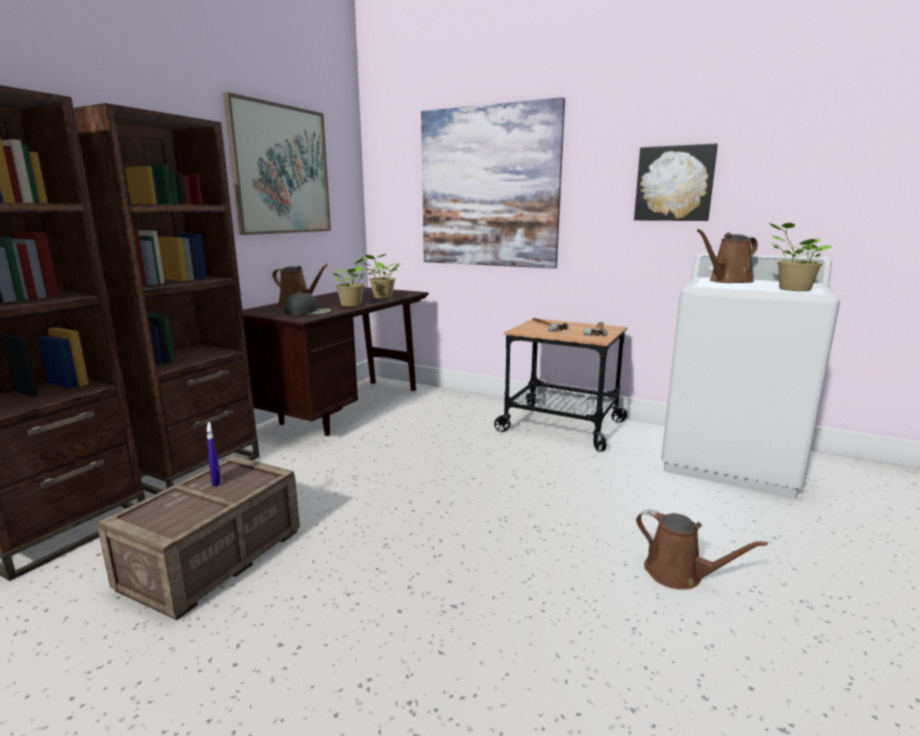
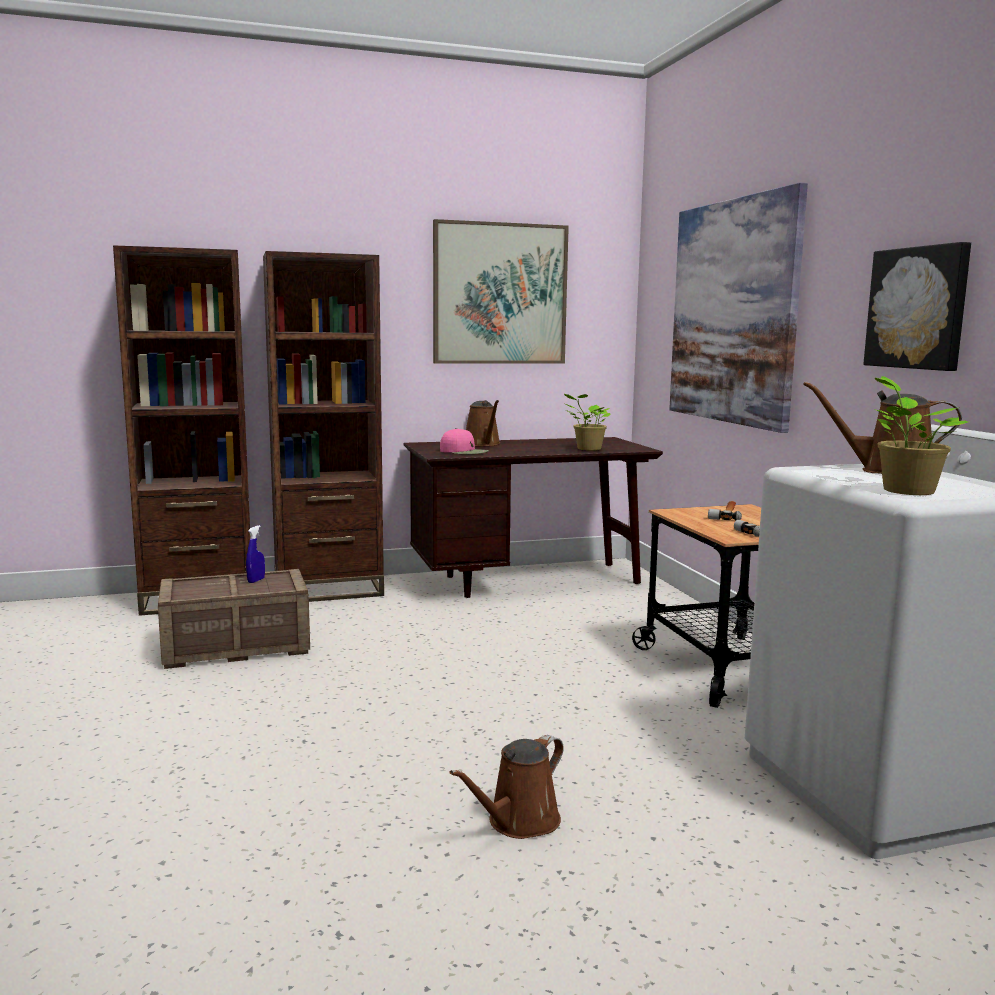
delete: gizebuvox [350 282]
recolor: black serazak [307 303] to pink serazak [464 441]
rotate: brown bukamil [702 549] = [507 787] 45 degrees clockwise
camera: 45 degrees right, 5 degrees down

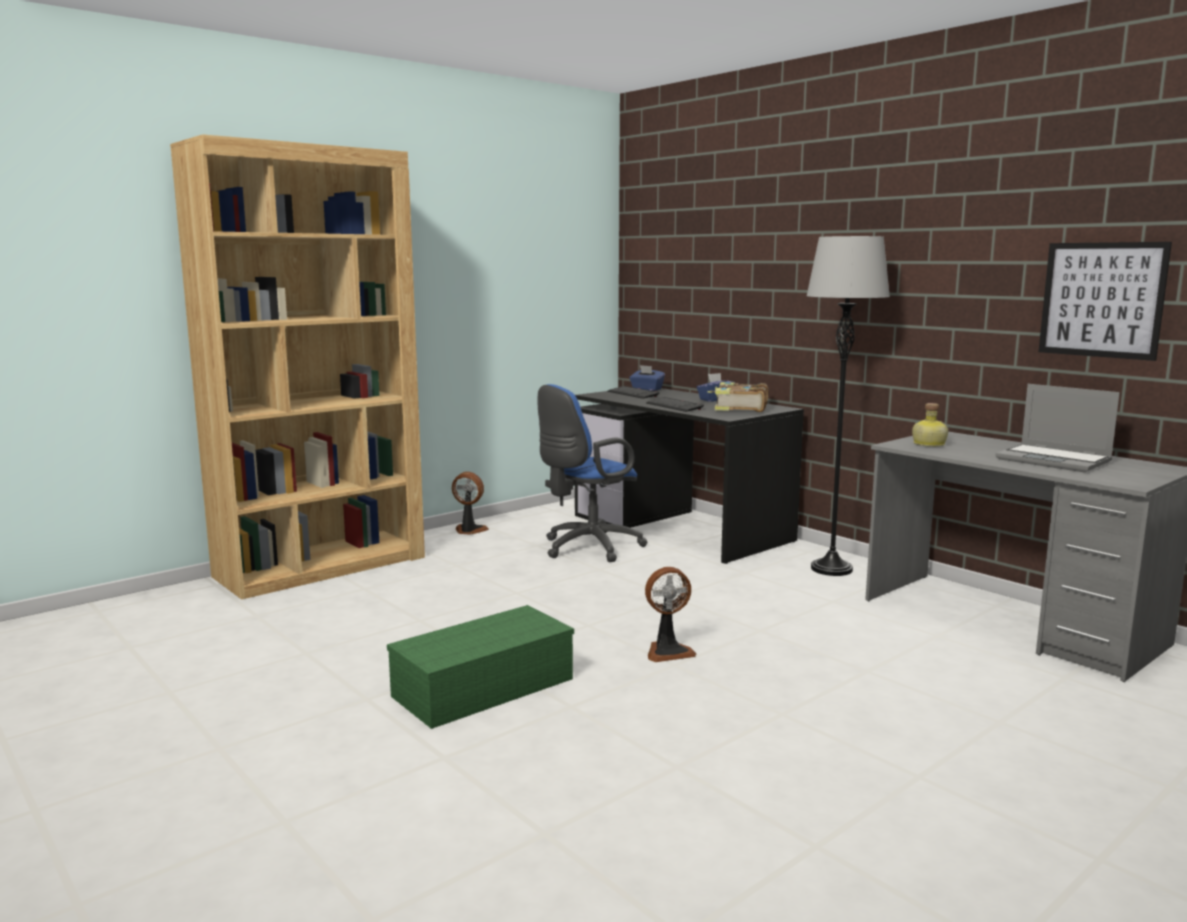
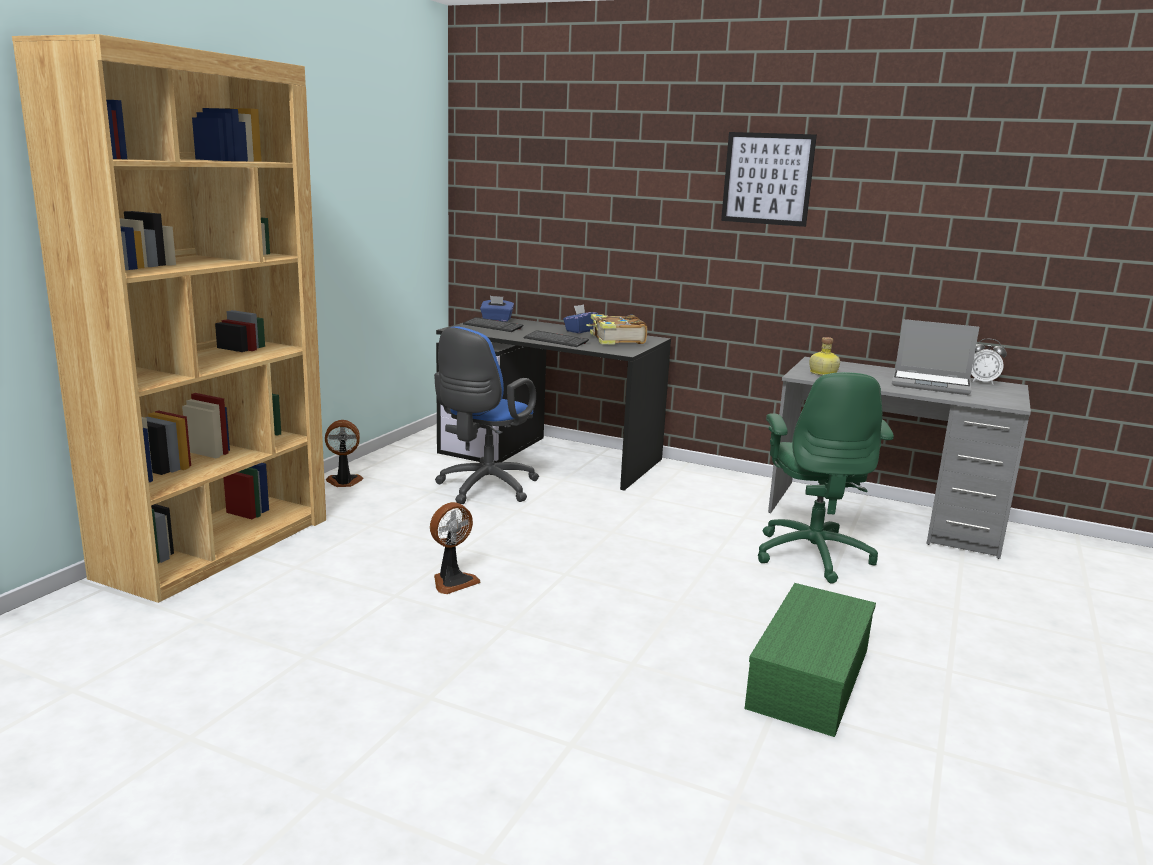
delete: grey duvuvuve [848 406]
insert: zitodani [989 362]; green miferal [826 478]
move: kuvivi [1105 301] to [769 179]; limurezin [670 614] to [455 548]; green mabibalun [480 667] to [810 660]
camera: 25 degrees left, 5 degrees up

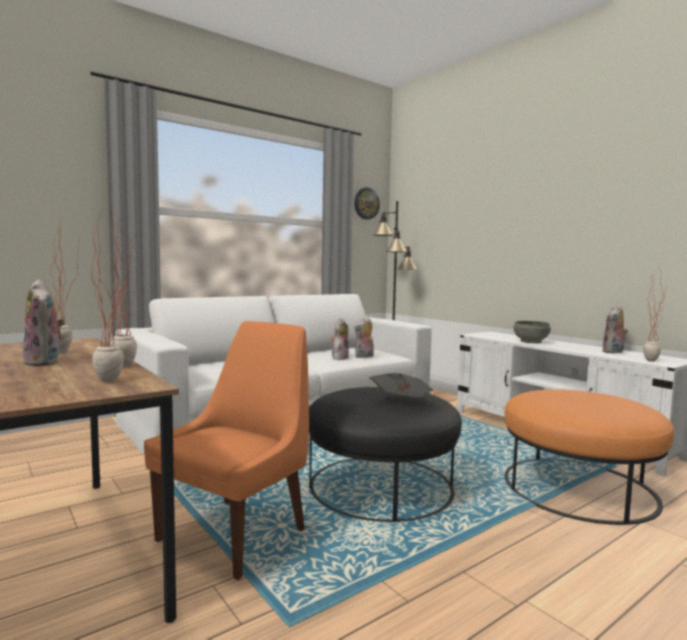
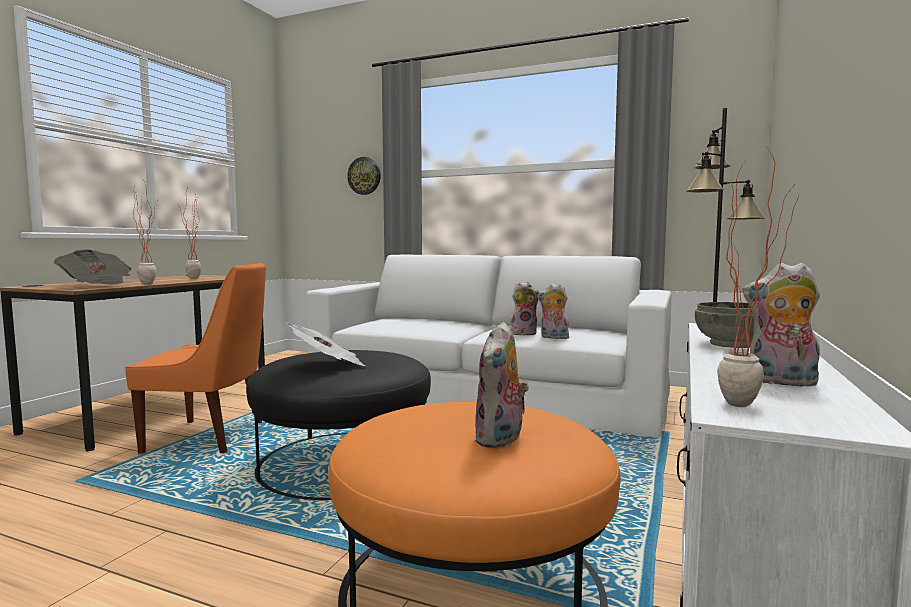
move: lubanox [367 204] to [364 176]; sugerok [44 322] to [501 385]
replace: gizebuvox [114 292] to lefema [92 267]
camera: 60 degrees right, 0 degrees up

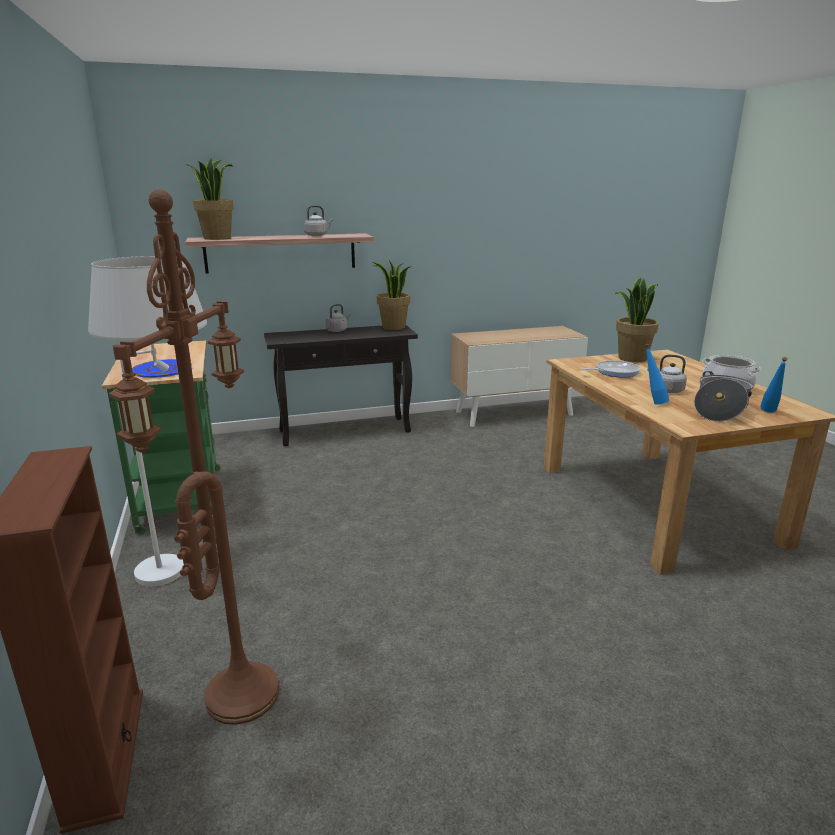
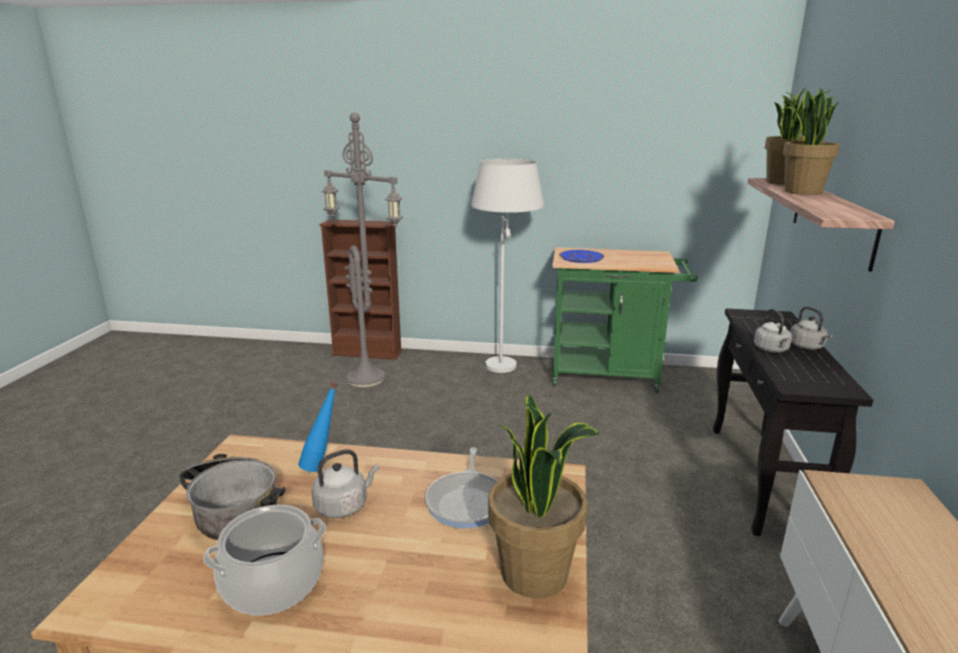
delete: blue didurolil [774 385]
move: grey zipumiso [318 220] to [773 331]; gizebuvox [392 295] to [811 141]
recolor: brown duvuvuve [194 457] to grey duvuvuve [362 250]
camera: 115 degrees right, 0 degrees up

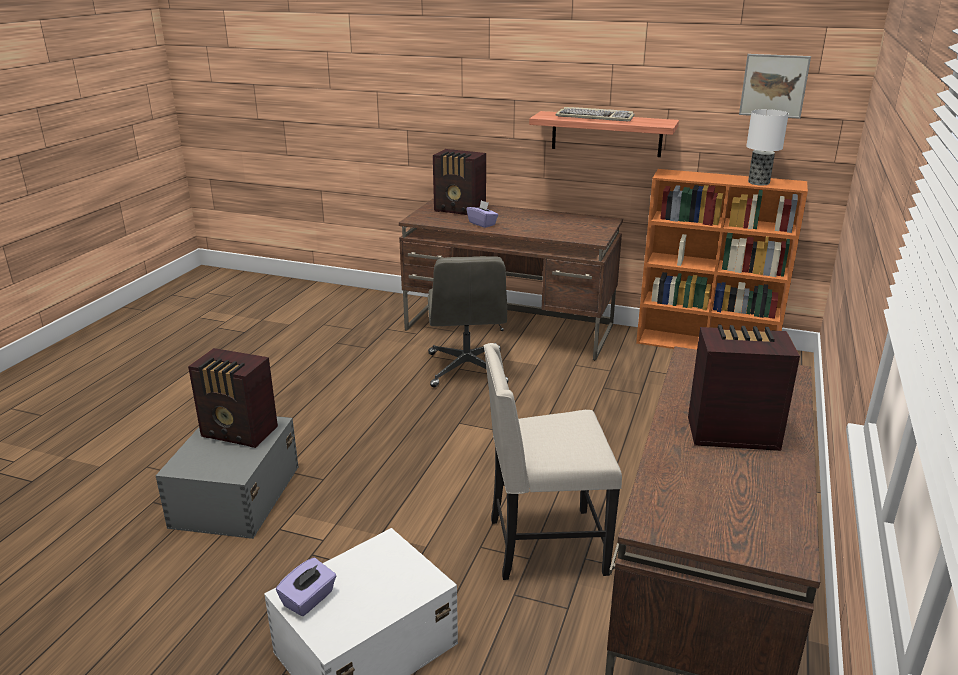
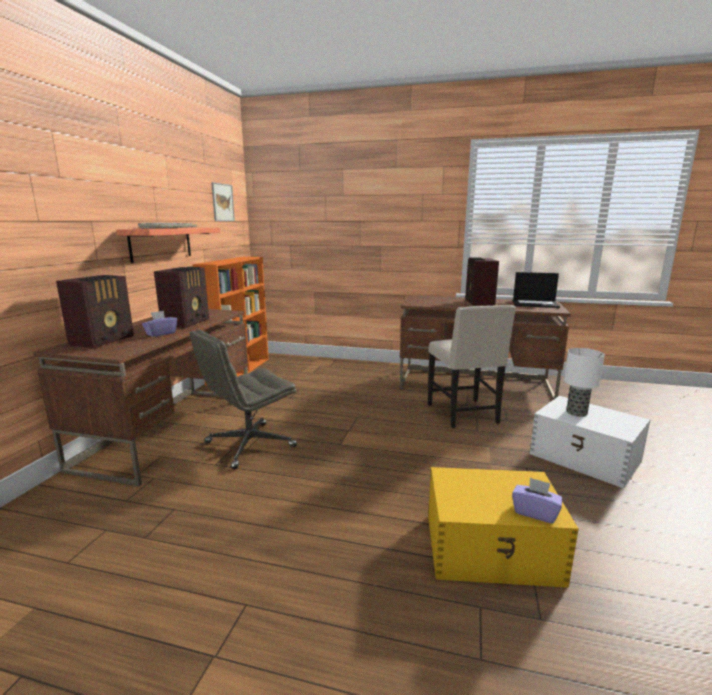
insert: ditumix [536 290]
move: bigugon [767 147] to [584 382]; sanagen [233 398] to [181 298]; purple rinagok [306 586] to [537 500]
recolor: grey mabibalun [227 477] to yellow mabibalun [503 527]
rotate: grey miferal [468 322] = [243 399] 150 degrees clockwise
camera: 95 degrees left, 10 degrees down

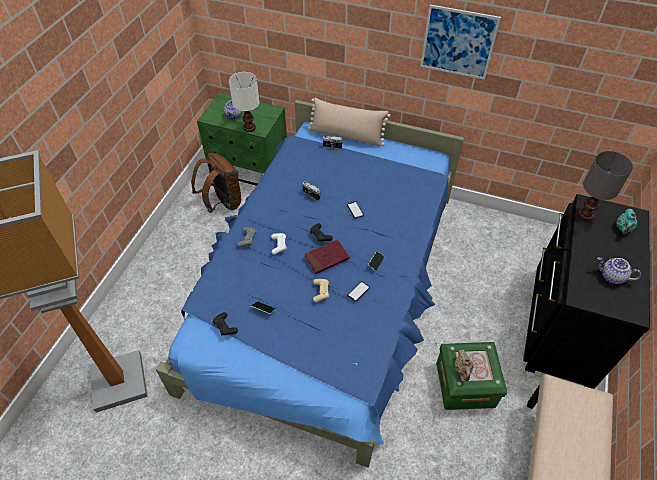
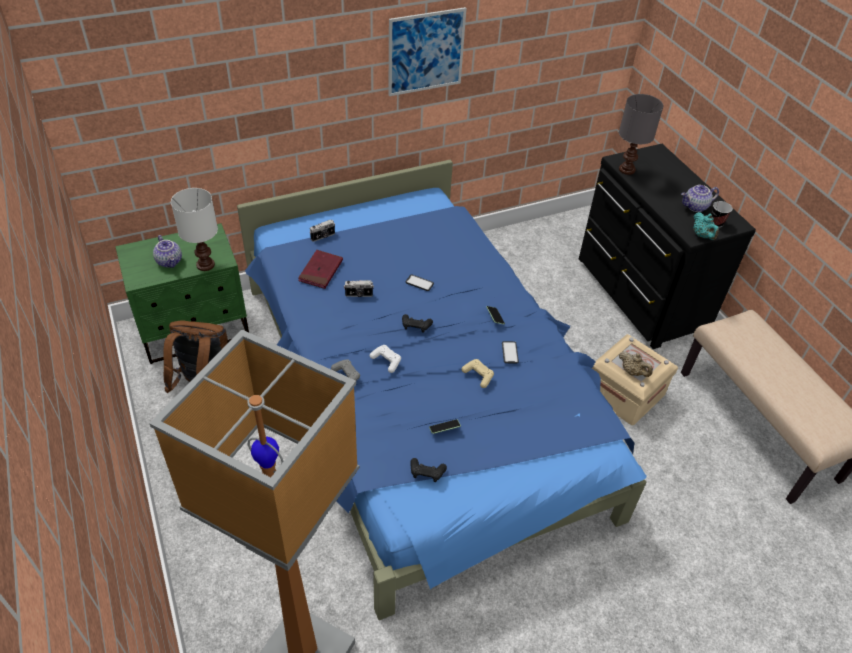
delete: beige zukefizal [349 122]
insert: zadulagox [722 214]
move: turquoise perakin [626 221] to [706 226]; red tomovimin [327 256] to [320 269]
recolor: green mabibalun [471 376] to beige mabibalun [635 379]
camera: 45 degrees left, 5 degrees down

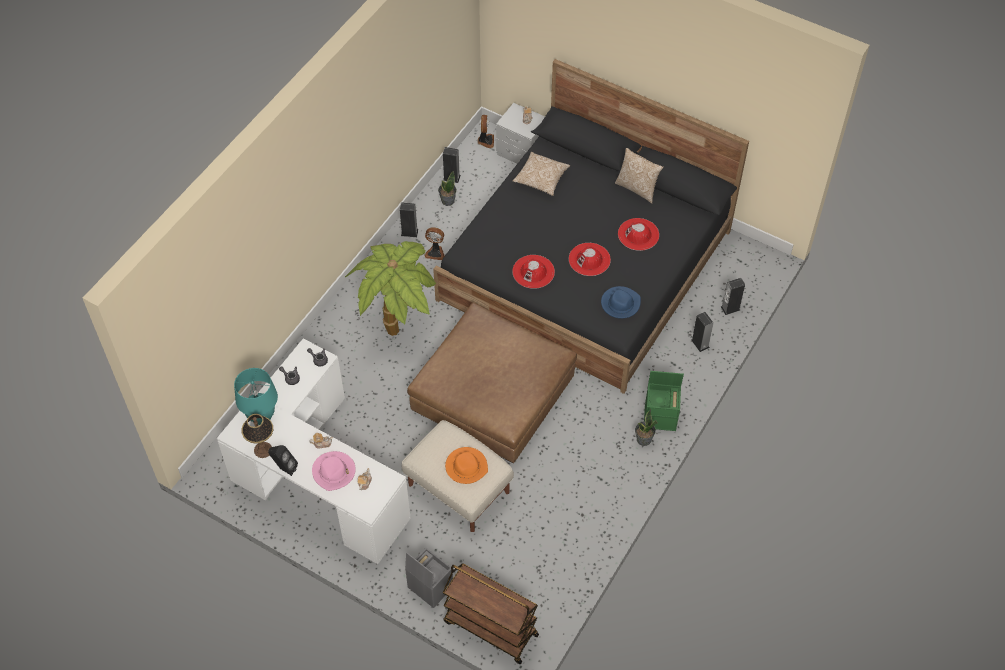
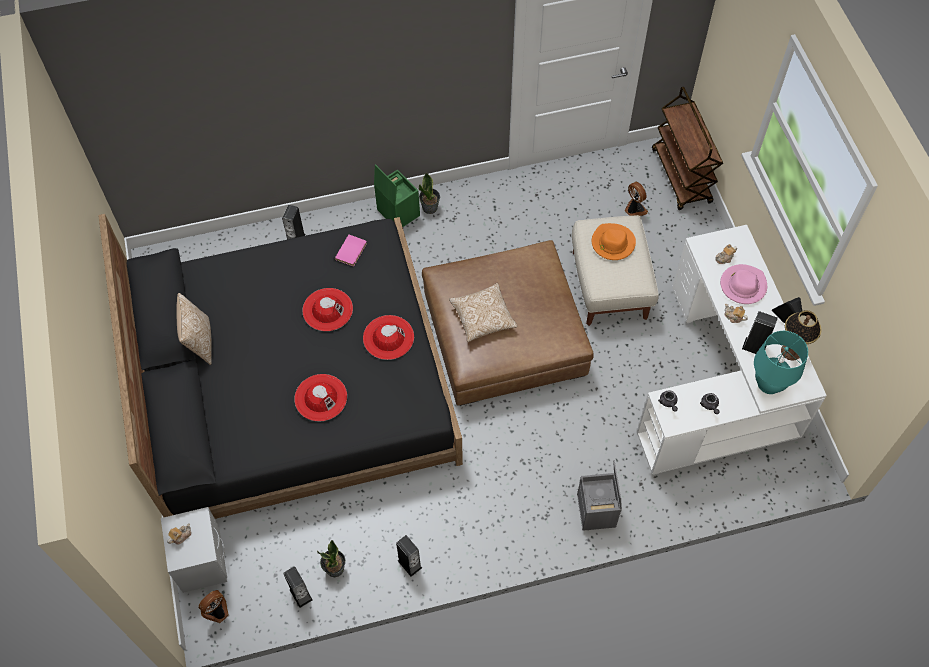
delete: gizebuvox [390 288]
move: zukefizal [541 174] to [483 312]; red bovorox [638 234] to [320 397]; limurezin [434 243] to [636 199]; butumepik [733 296] to [760 332]; grey mabibalun [429 578] to [599 495]
replace: blue bovorox [621 302] to pink tomovimin [351 250]
camera: 135 degrees left, 5 degrees up

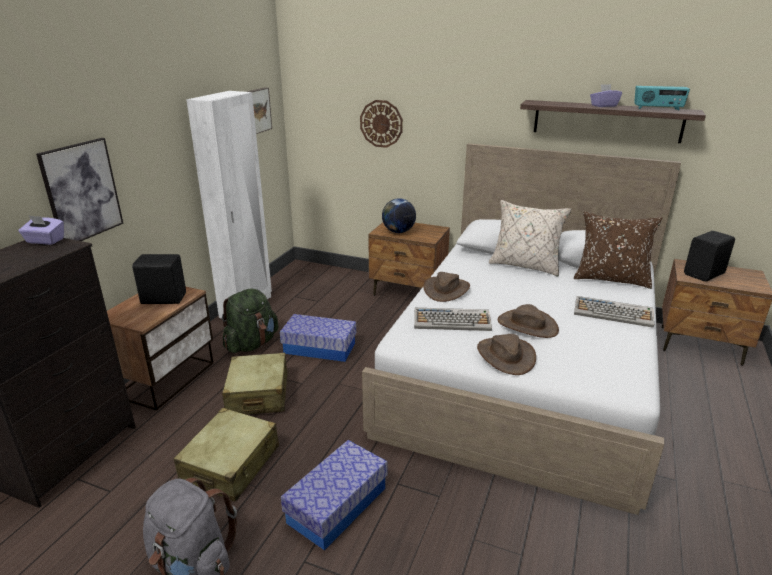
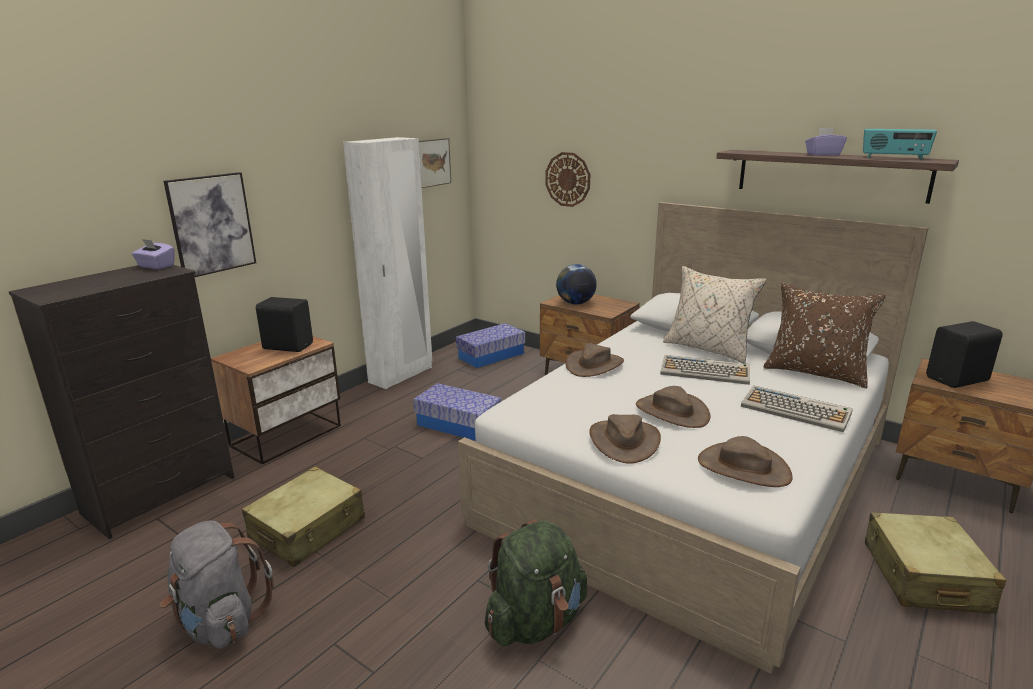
insert: brown bovorox [745 461]
move: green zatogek [250 320] to [535 583]; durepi [453 319] to [705 370]; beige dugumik [255 384] to [935 563]; mabibalun [334 495] to [490 345]
camera: 15 degrees right, 5 degrees down

